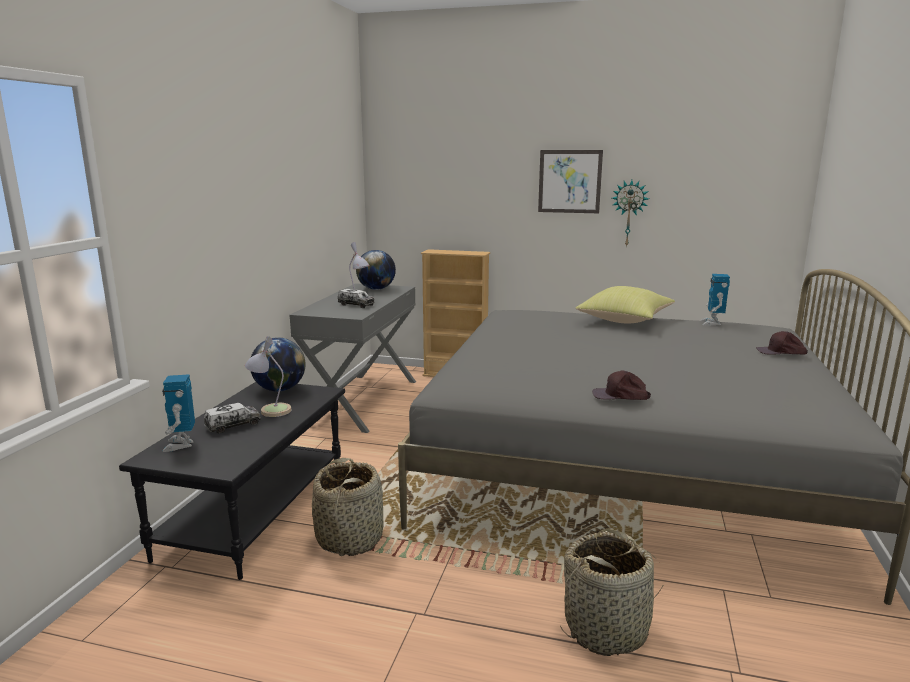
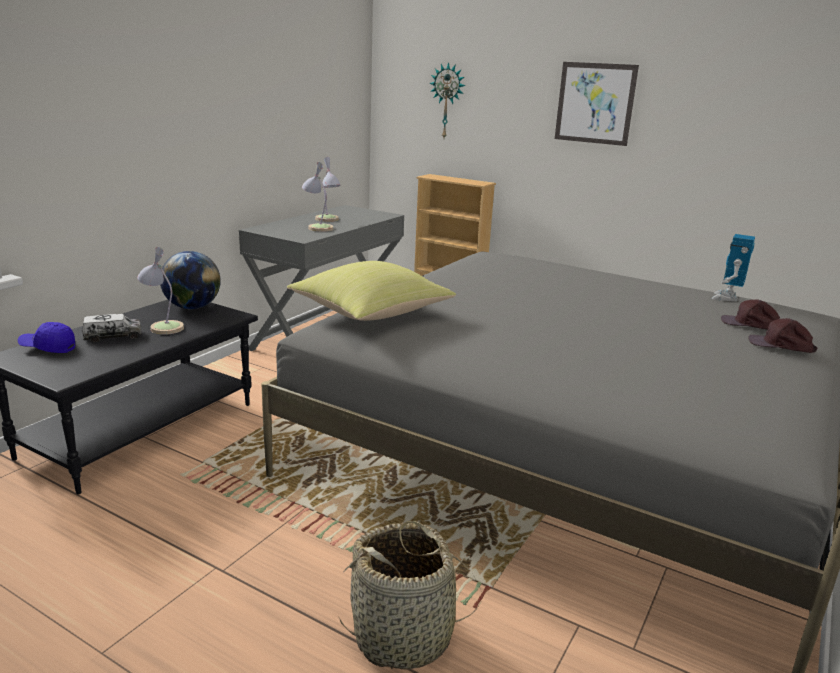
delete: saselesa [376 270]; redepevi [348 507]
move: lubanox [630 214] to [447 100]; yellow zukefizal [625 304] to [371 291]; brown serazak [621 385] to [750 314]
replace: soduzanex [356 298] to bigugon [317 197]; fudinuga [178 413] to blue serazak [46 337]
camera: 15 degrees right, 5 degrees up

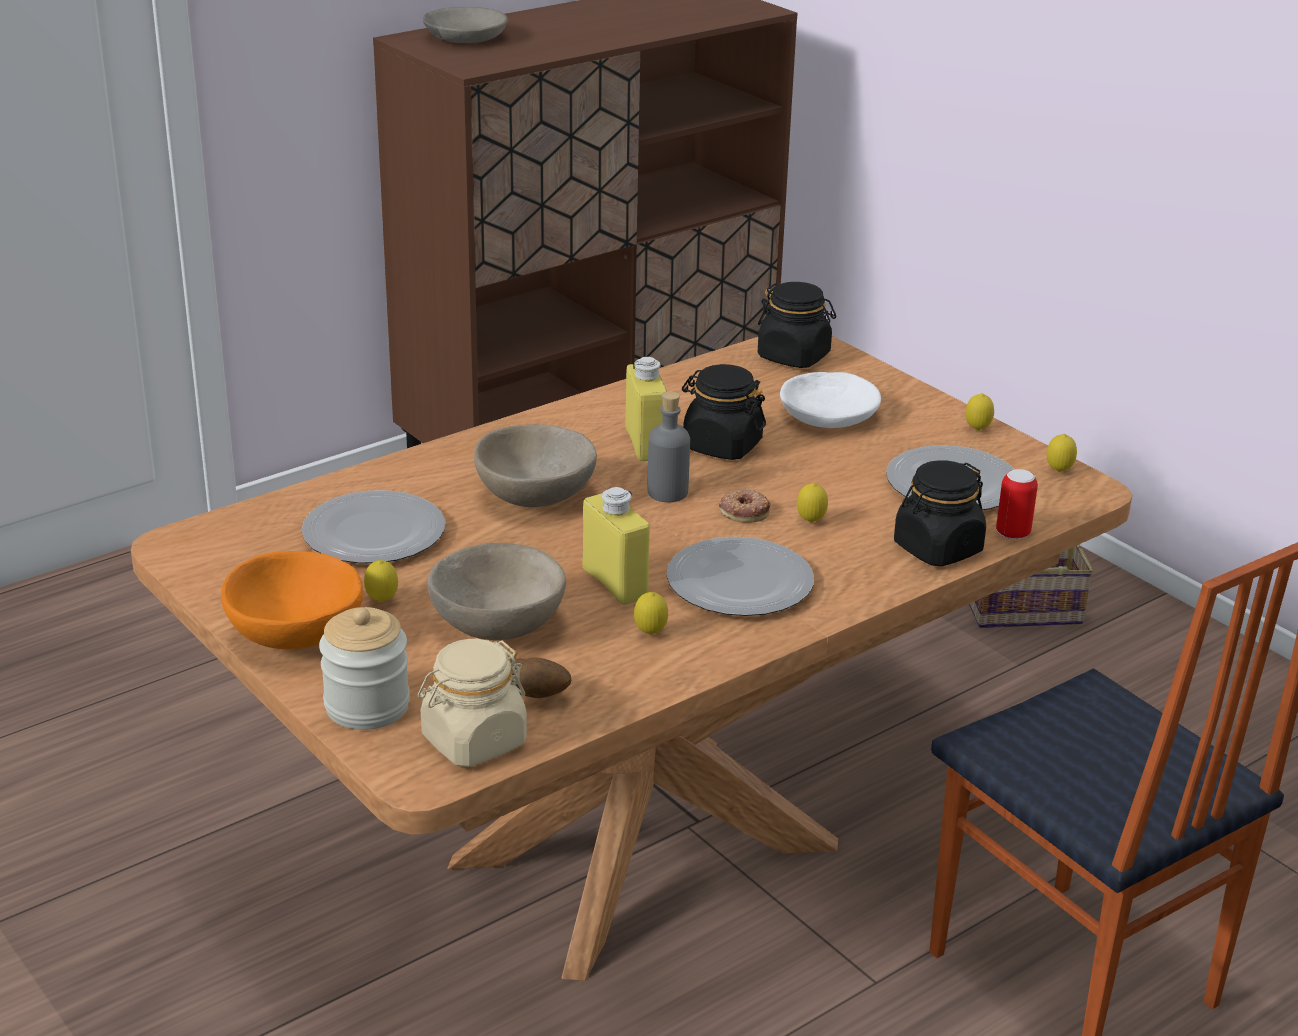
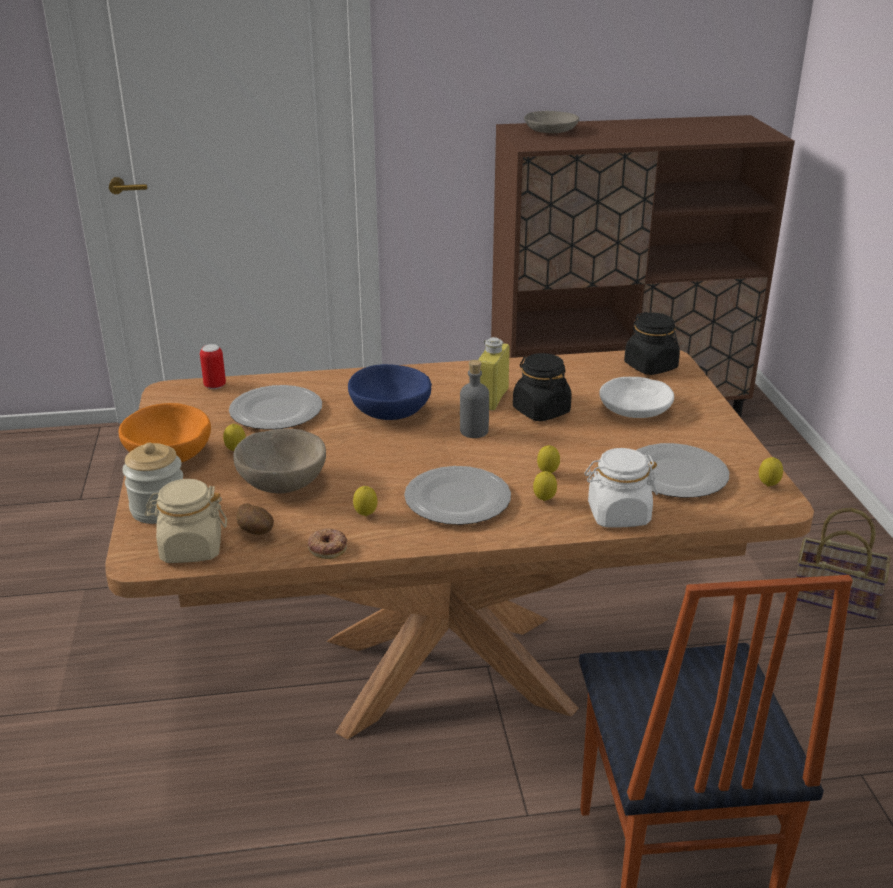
delete: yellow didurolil [616 546]
move: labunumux [979 412] to [545 486]; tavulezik [1017 504] to [213 366]; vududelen [745 506] to [327 544]
recolor: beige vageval [535 465] to blue vageval [390 392]; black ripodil [940 513] to white ripodil [621 488]
camera: 30 degrees right, 0 degrees up

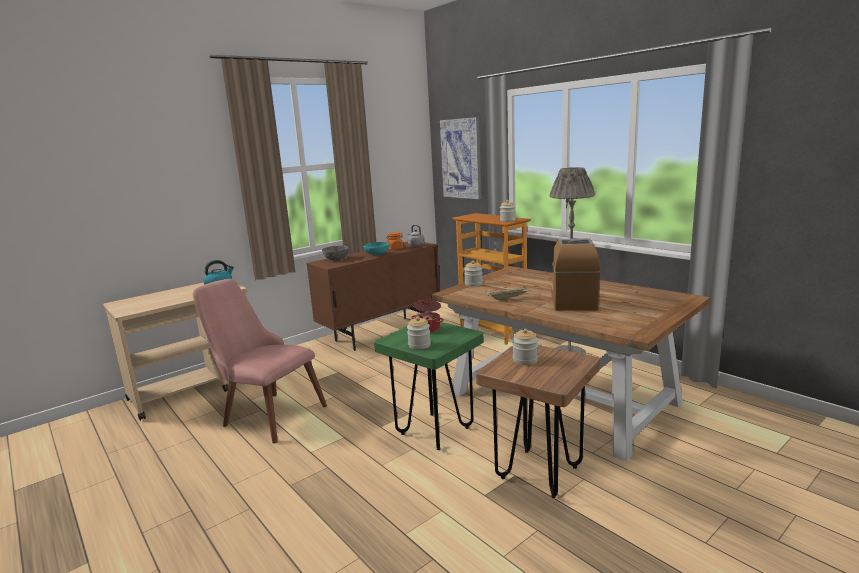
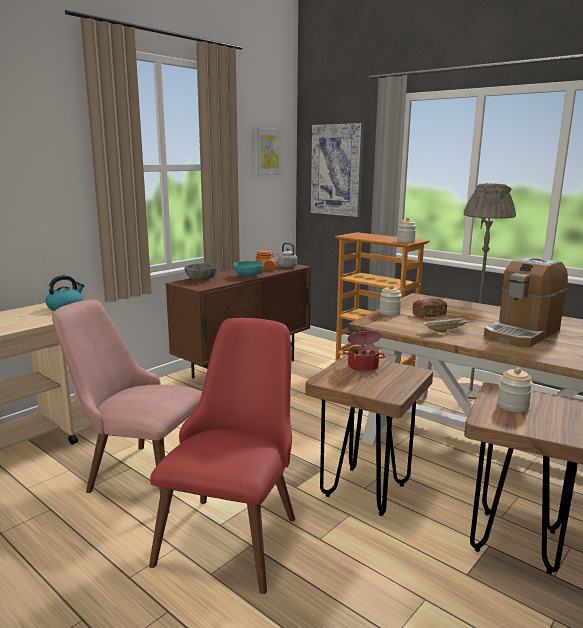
delete: ripodil [419 333]
insert: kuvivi [269 152]; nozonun [429 308]; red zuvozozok [222 456]
recolor: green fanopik [429 386] to brown fanopik [369 435]
rotate: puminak [575 274] = [526 302] 135 degrees counterclockwise
camera: 10 degrees left, 0 degrees up

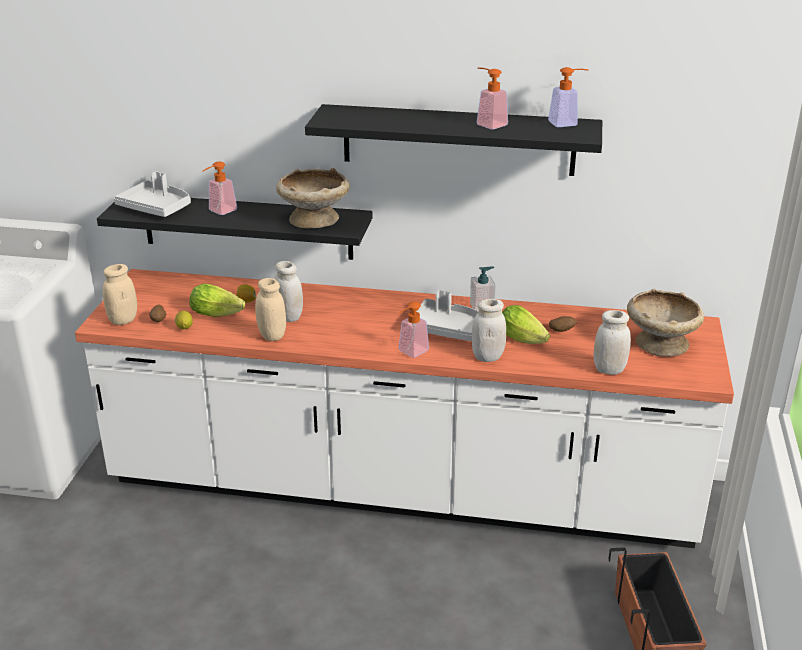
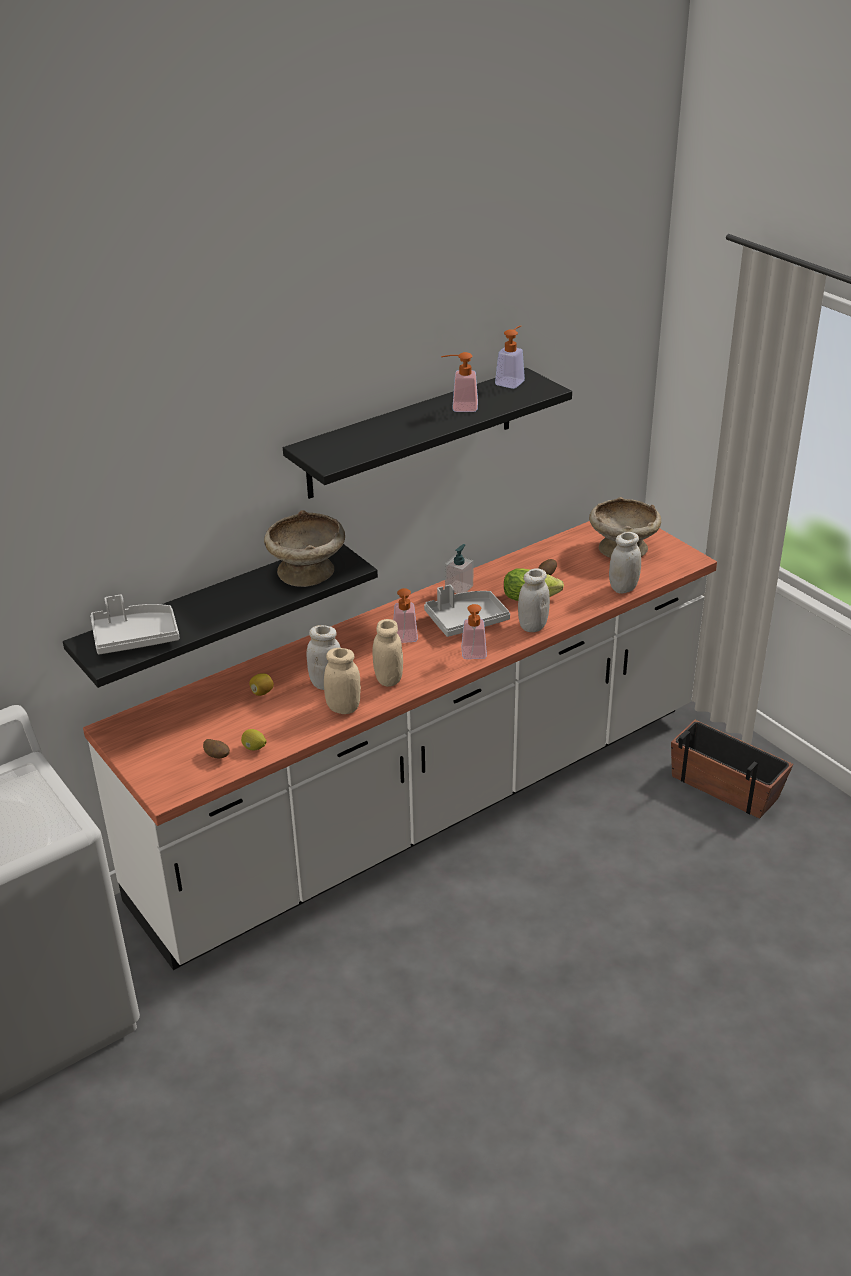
delete: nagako [217 300]
move: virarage [219 188] to [406 615]; beige ripodil [120 294] to [387 653]
camera: 45 degrees left, 5 degrees up

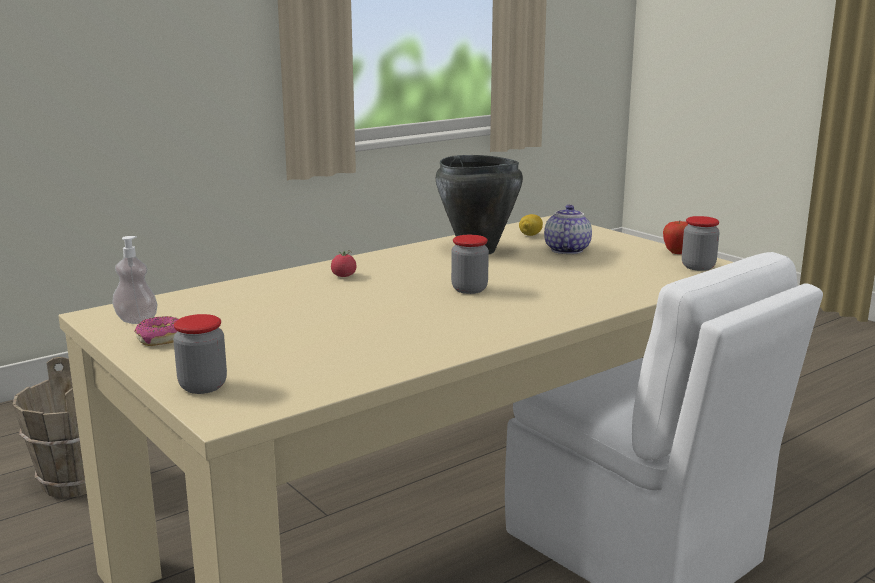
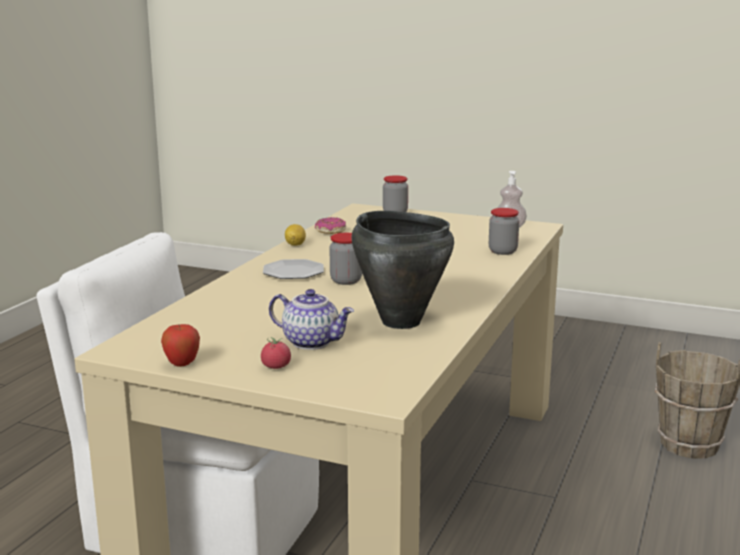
insert: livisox [293 269]
move: labunumux [531 225] to [295 235]; ripodil [701 243] to [504 231]; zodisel [343 263] to [276 353]; vududelen [156 331] to [330 225]
rotate: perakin [568 229] = [311 319] 45 degrees counterclockwise
camera: 150 degrees right, 0 degrees up

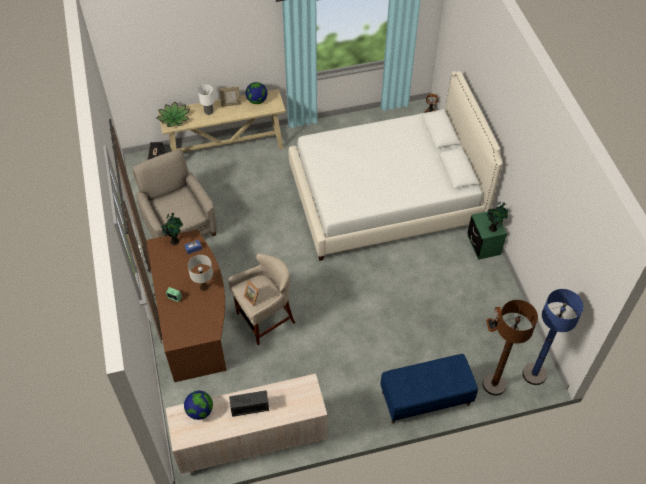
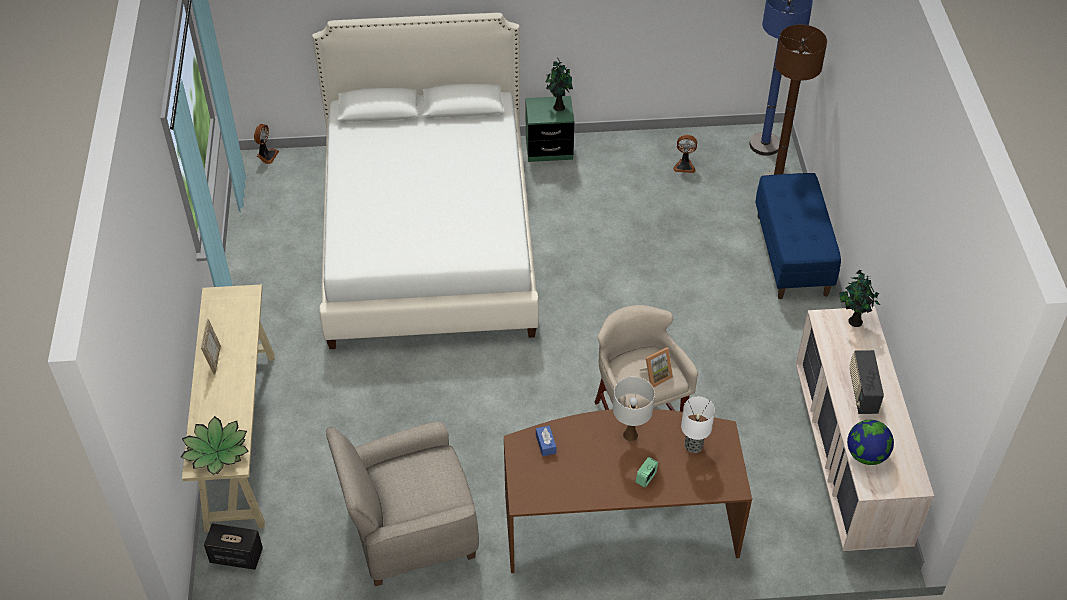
delete: saselesa [256 93]
move: bigugon [206 99] to [698 425]; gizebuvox [172 229] to [859 298]
camera: 80 degrees left, 5 degrees down

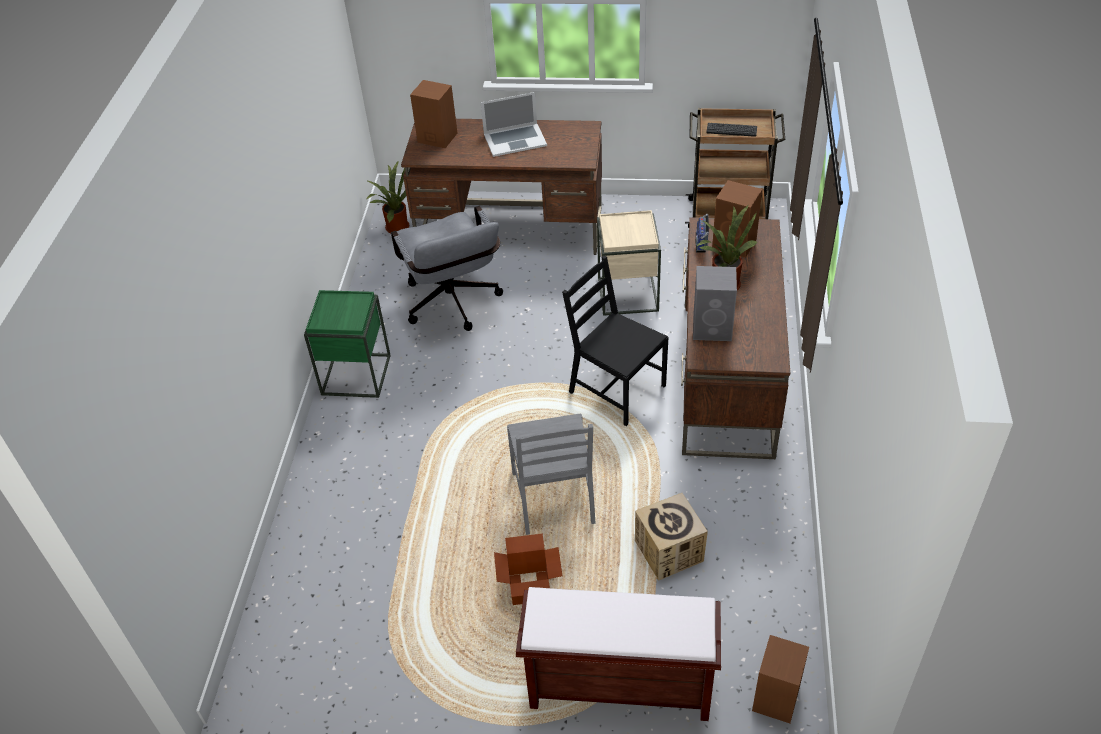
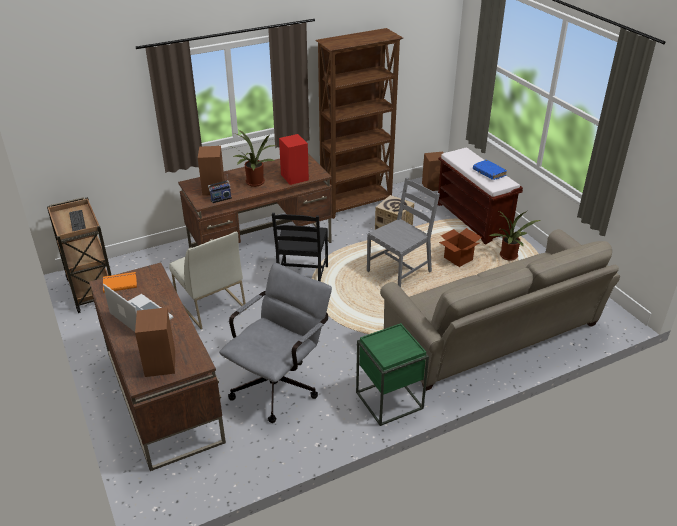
insert: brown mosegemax [359 123]; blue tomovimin [490 170]; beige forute [500 310]; orange tomovimin [120 282]
move: gizebuvox [387 196] to [514 236]
replace: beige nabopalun [629 263] to white zuvozozok [208 280]
recolor: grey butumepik [715 303] to red butumepik [294 159]
camera: 125 degrees left, 10 degrees down

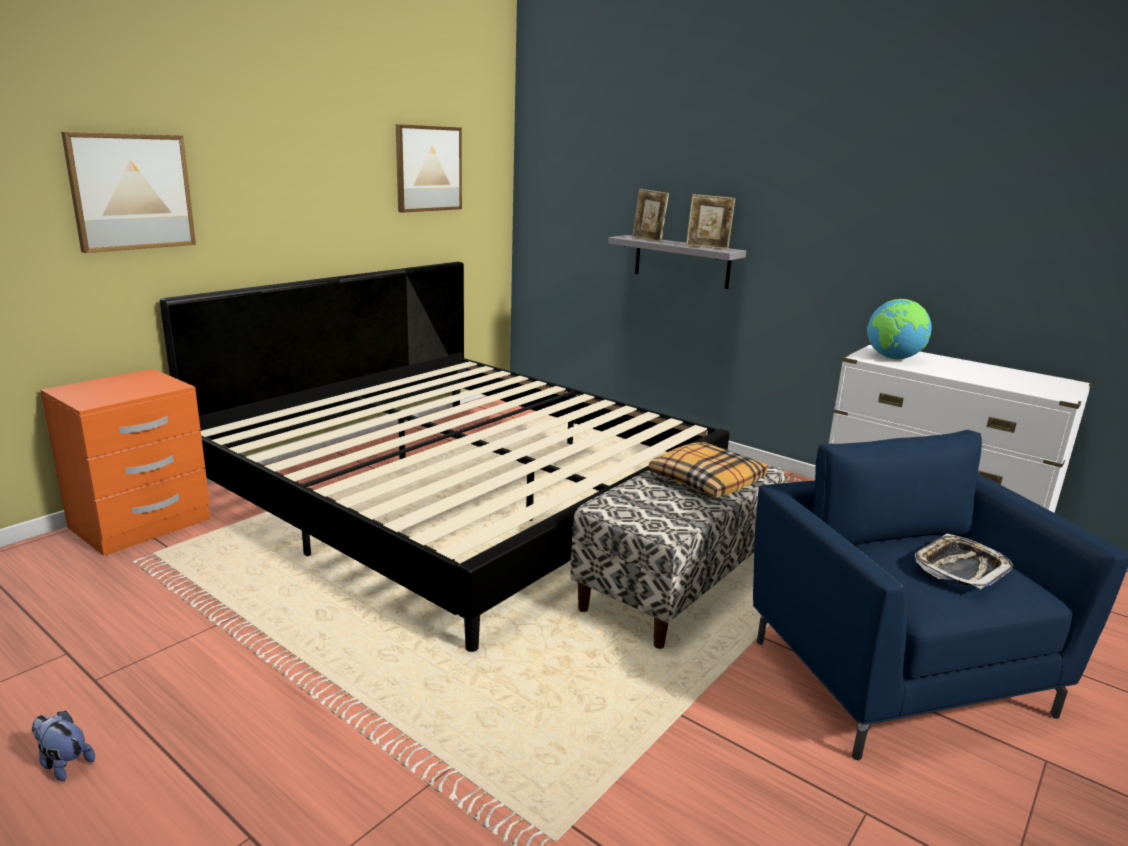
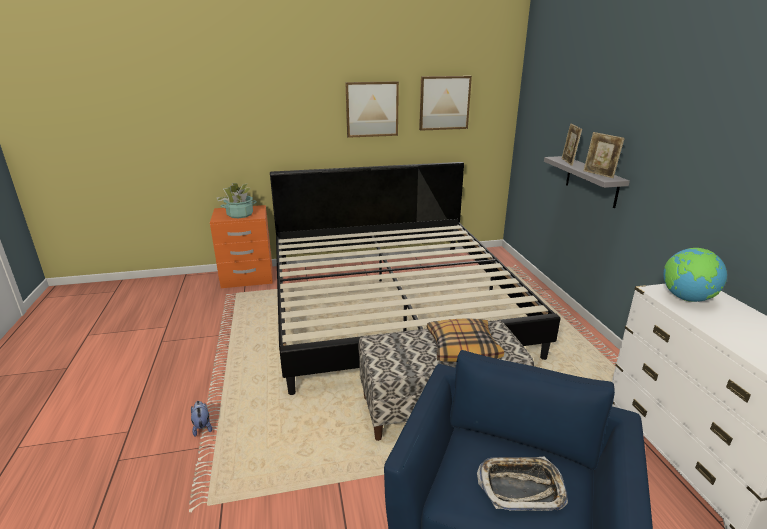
insert: gizebuvox [237 200]
move: kuvivi [128 192] to [372 109]; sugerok [63 746] to [201 419]
camera: 40 degrees right, 5 degrees up

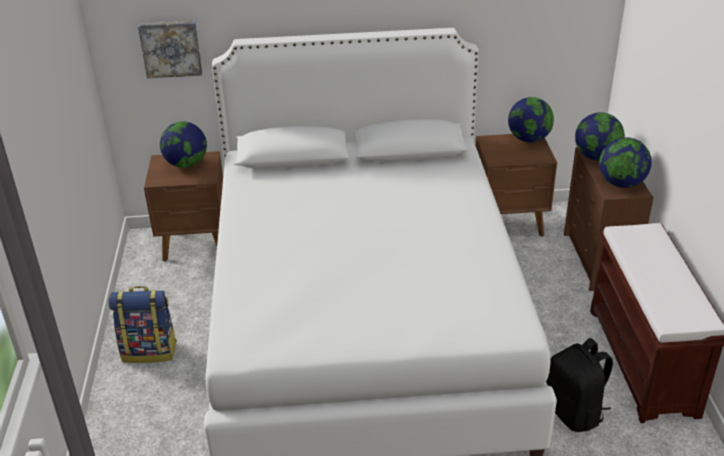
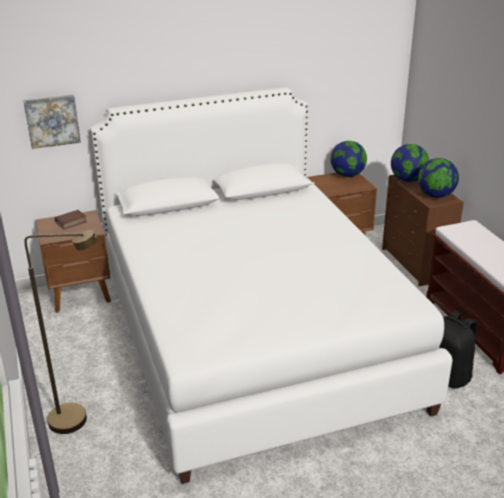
delete: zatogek [142 324]
insert: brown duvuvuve [60 332]
replace: saselesa [183 144] to tomovimin [71 220]
camera: 15 degrees left, 5 degrees down

